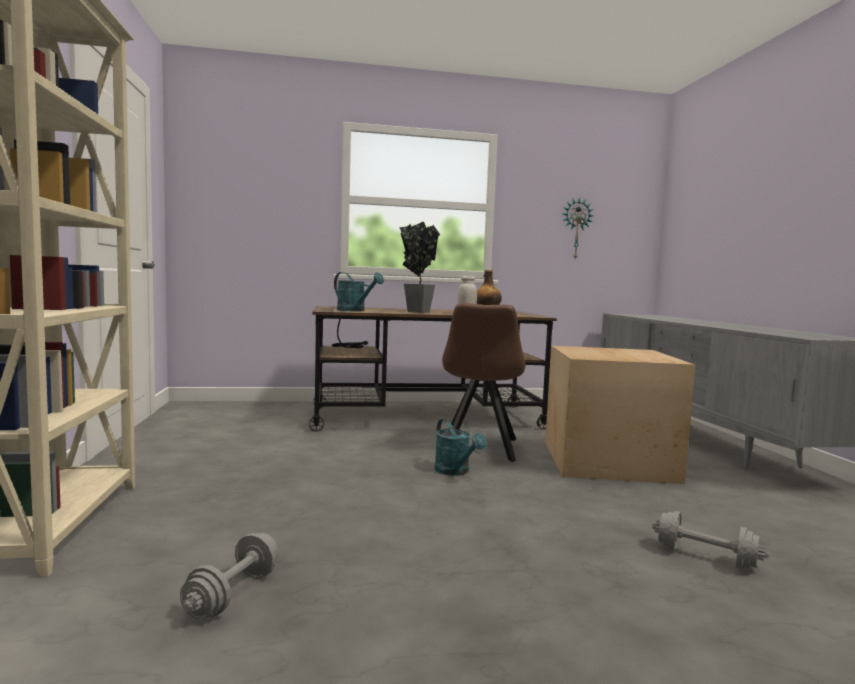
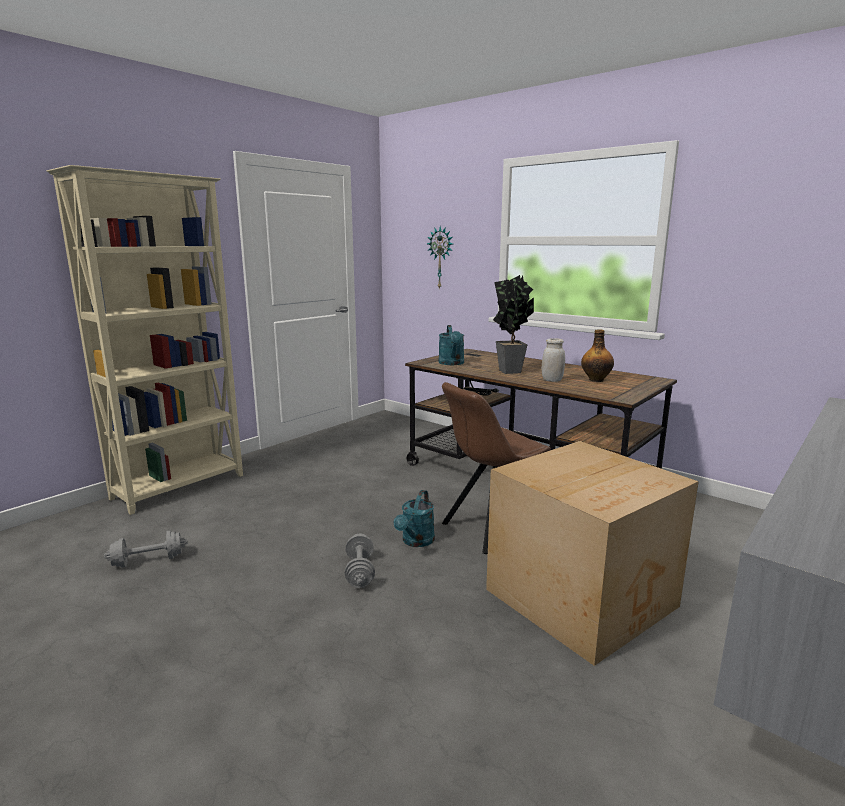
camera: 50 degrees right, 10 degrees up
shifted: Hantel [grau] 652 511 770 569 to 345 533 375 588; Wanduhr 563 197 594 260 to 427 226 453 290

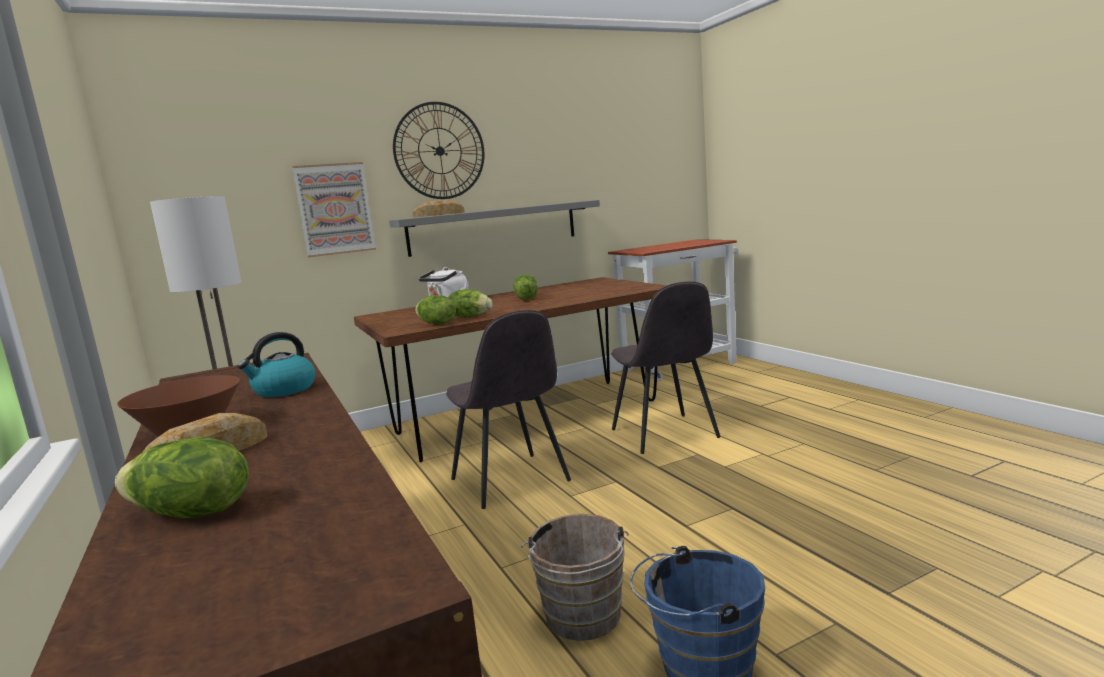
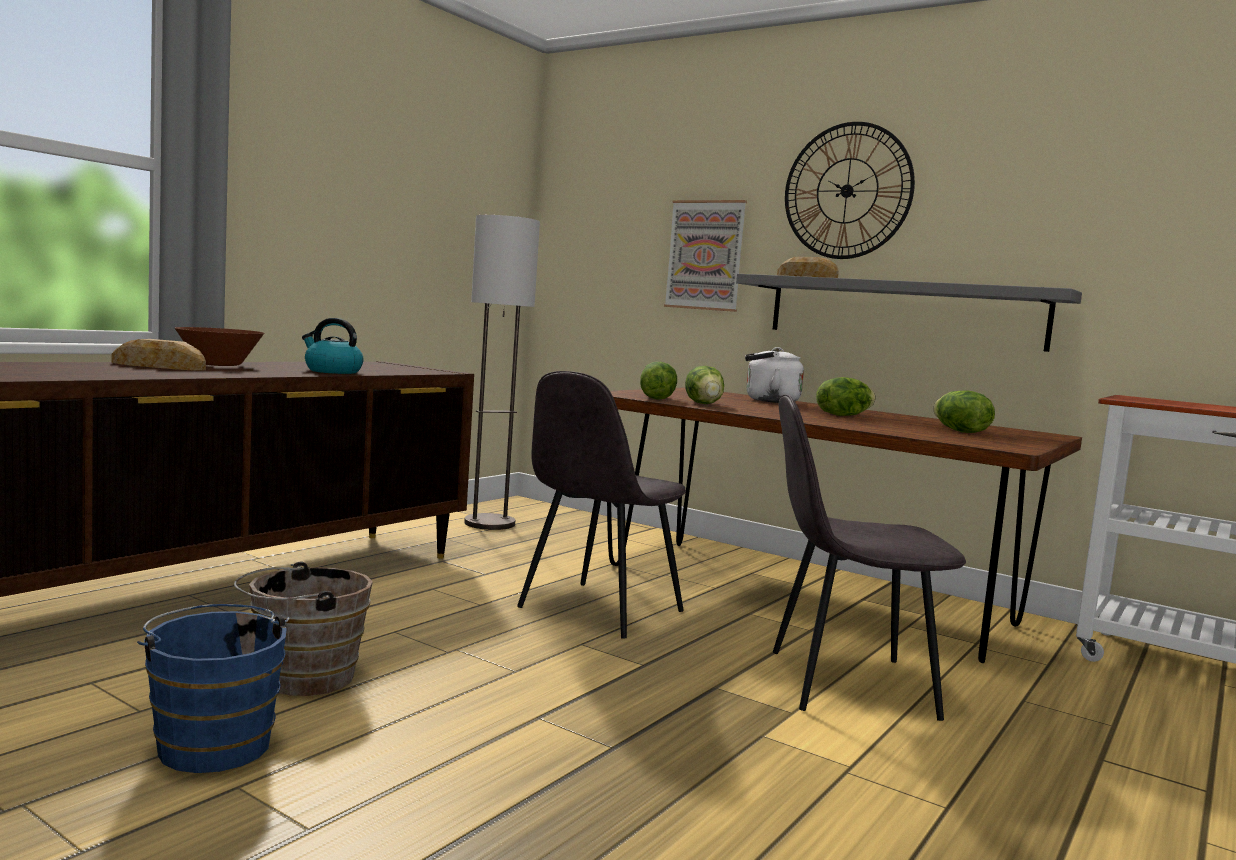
camera: 60 degrees right, 5 degrees down
shifted: Salatkopf 115 437 249 518 to 933 390 995 433
rotated: Stuhl [grau] 611 281 720 454 = 773 394 966 721 45 degrees clockwise

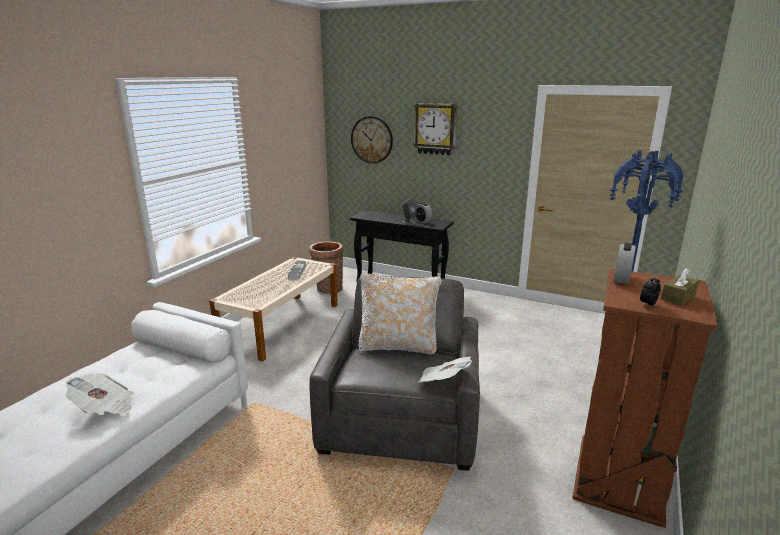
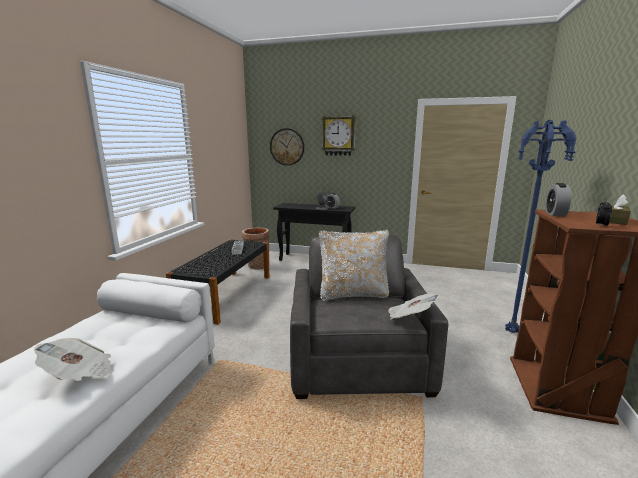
camera: 10 degrees left, 5 degrees down
repainted: Bank [beige] 209 257 338 362 to Bank [schwarz] 166 239 270 325

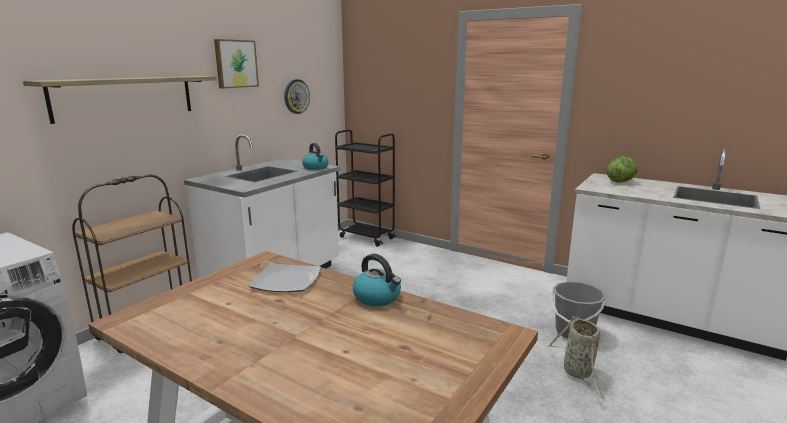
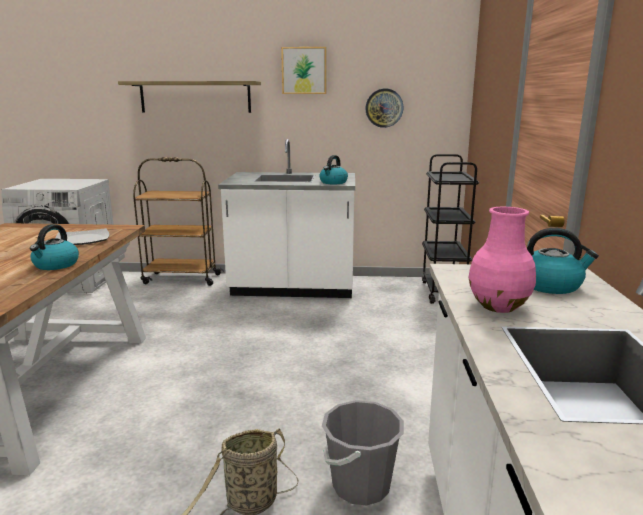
camera: 60 degrees right, 0 degrees up
new: Vase [rosa] 469 207 536 313
swapped: Salatkopf 606 156 637 183 to Wasserkessel 527 228 599 294

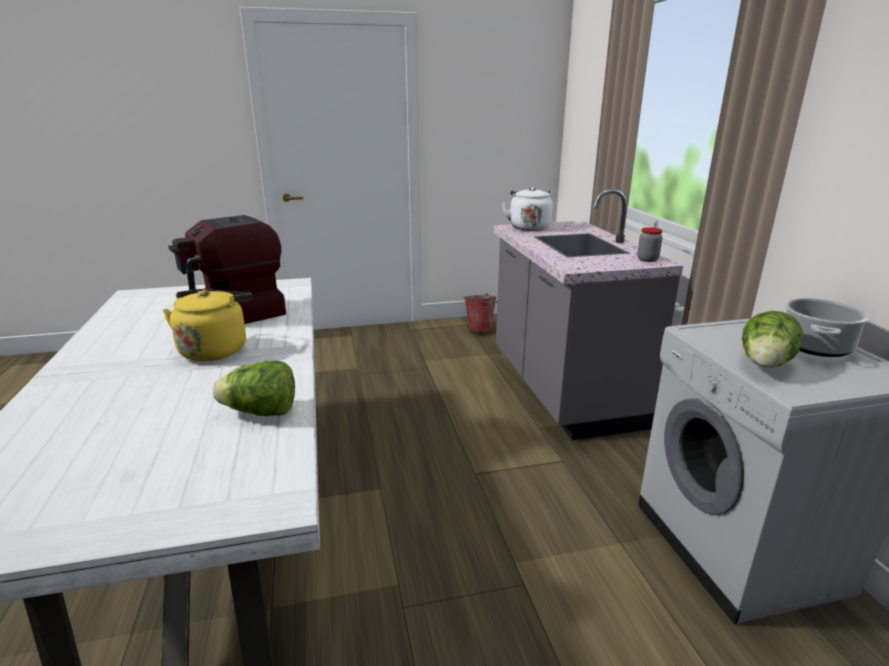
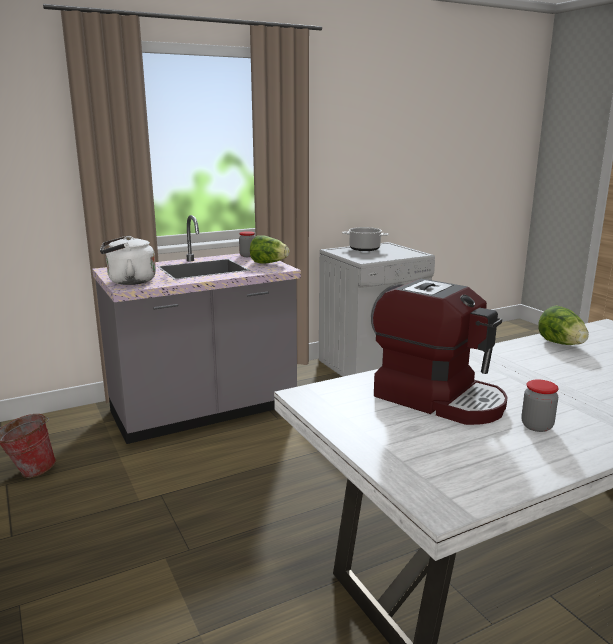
camera: 105 degrees left, 5 degrees down
gone: Wasserkessel [gelb] 163 289 252 361
new: Vorratsglas 521 380 558 432
shifted: Salatkopf 742 311 803 368 to 250 235 290 264

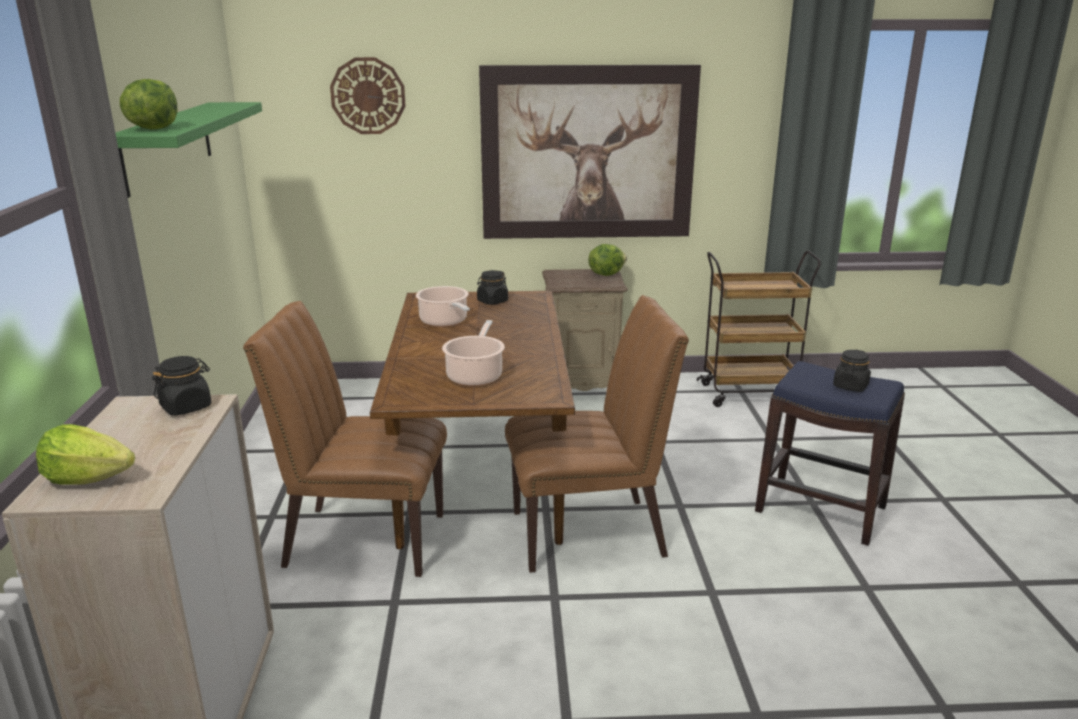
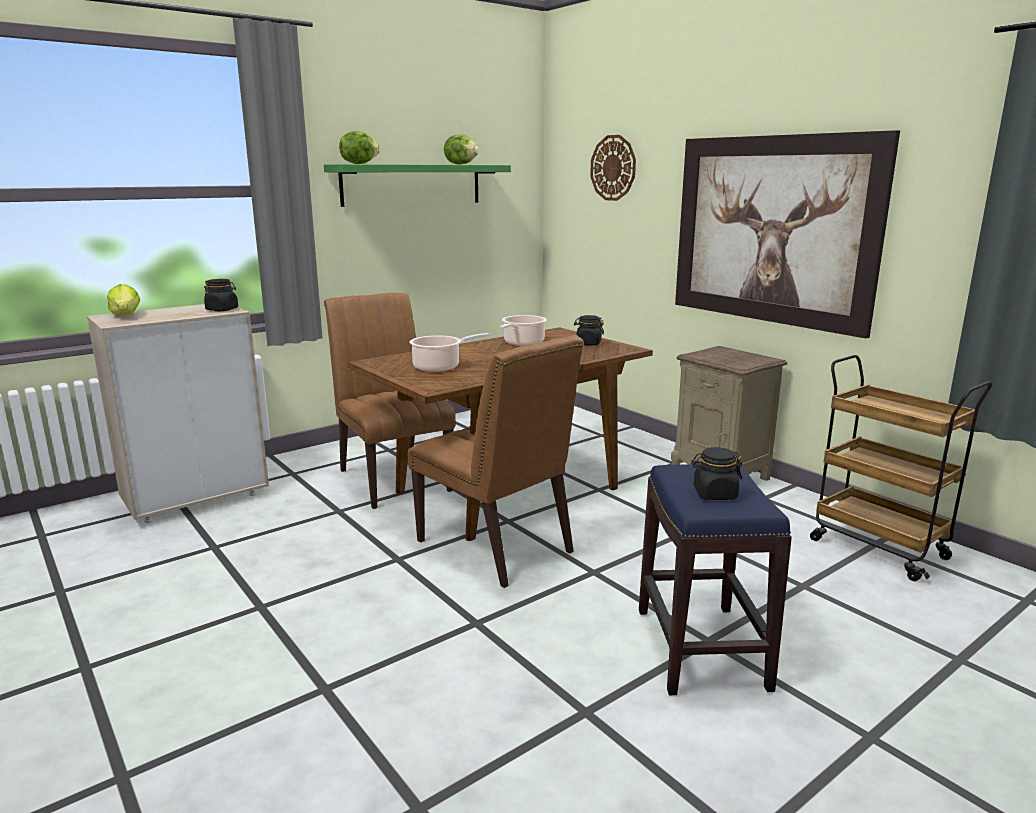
camera: 55 degrees right, 5 degrees down
shifted: Salatkopf 588 244 627 276 to 444 134 479 165

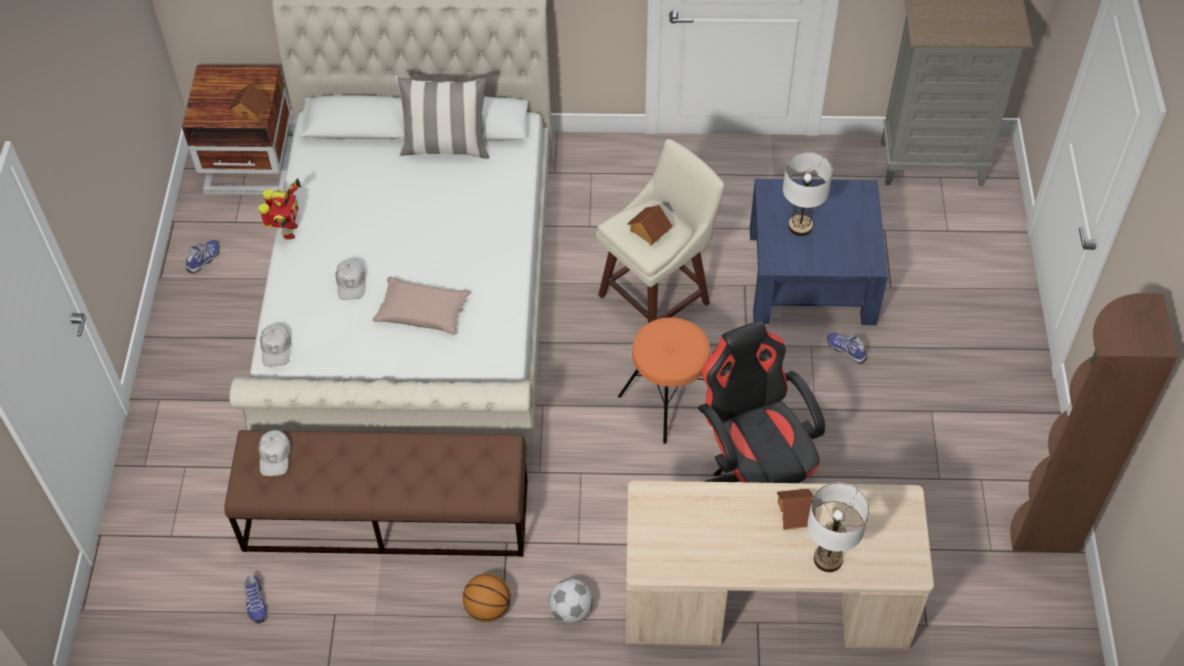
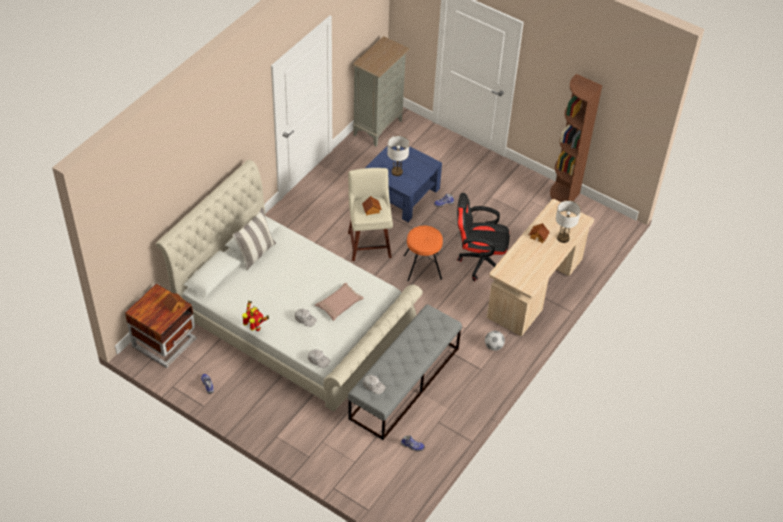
camera: 60 degrees left, 5 degrees down
gone: Basketball 463 573 511 622
repainted: Bank [braun] 224 430 528 557 to Bank [grau] 348 304 462 440

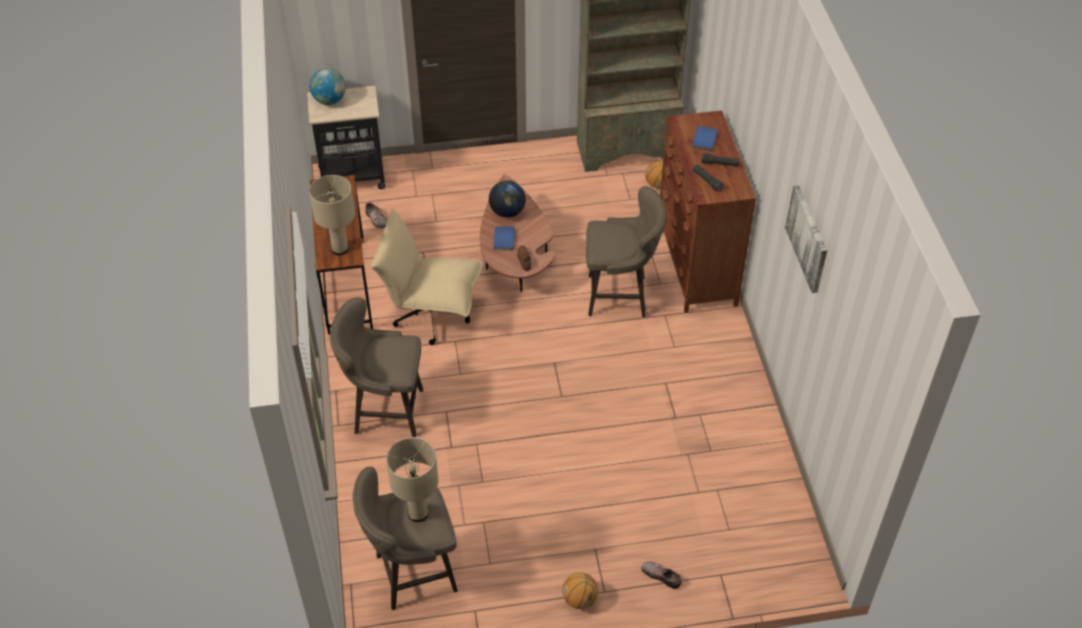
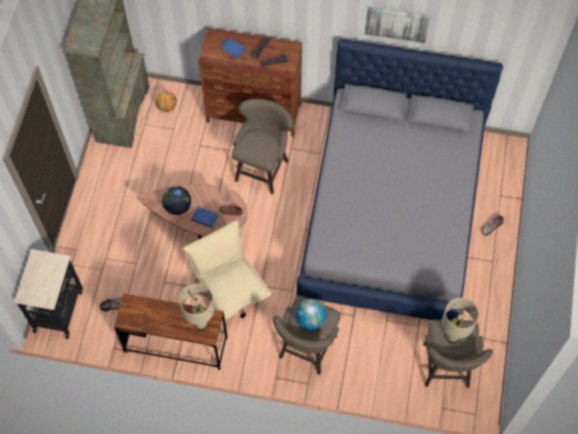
camera: 70 degrees left, 15 degrees up
gone: Basketball 562 572 598 609
new: Bett [grau] 297 38 503 320
shifted: Globus 309 68 346 105 to 296 299 327 330
rotated: Bürostuhl [beige] 371 209 483 345 = 182 220 272 321 120 degrees clockwise

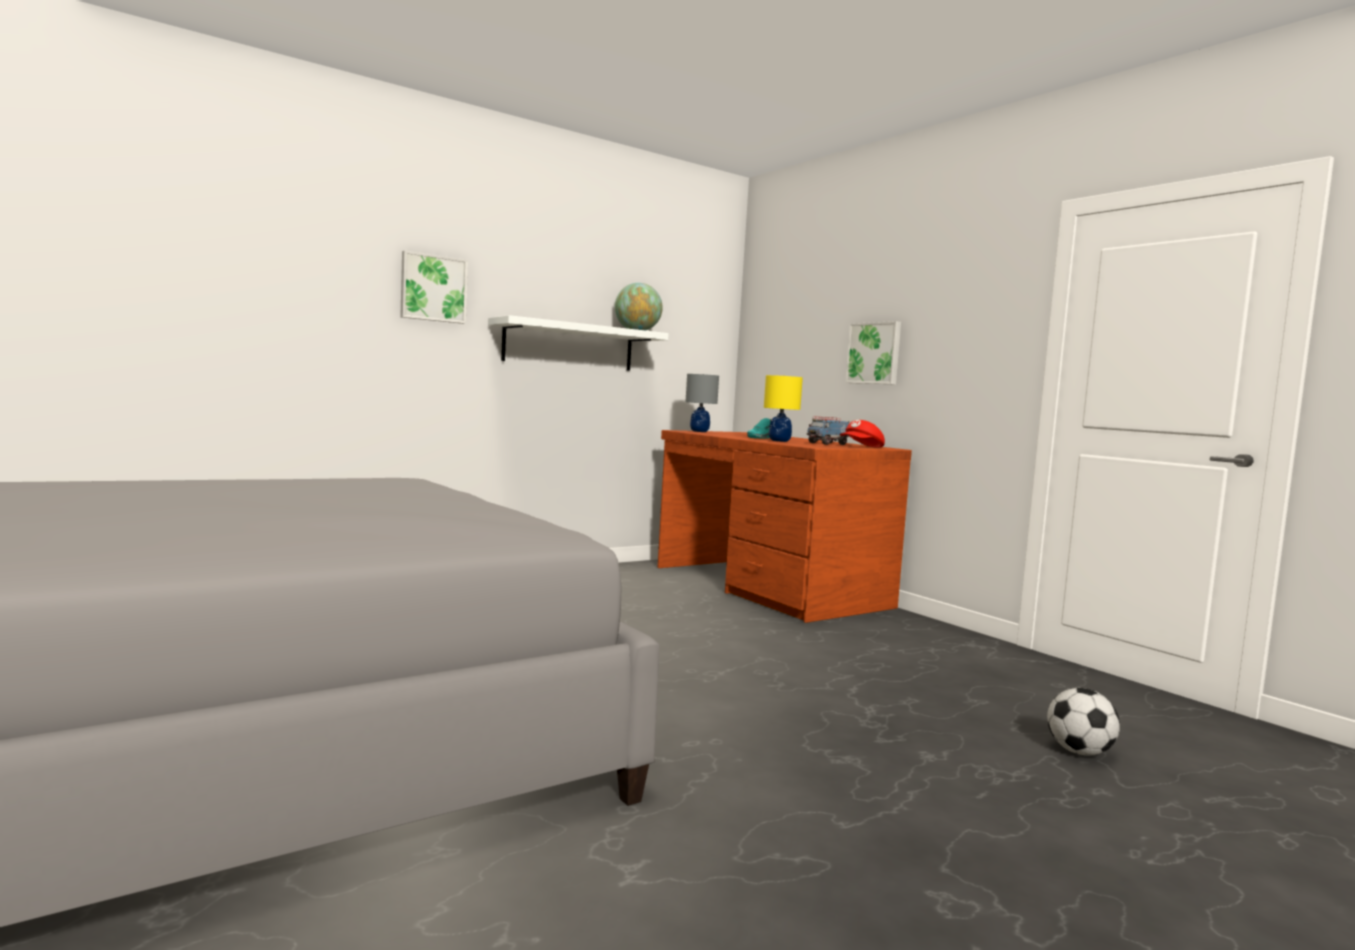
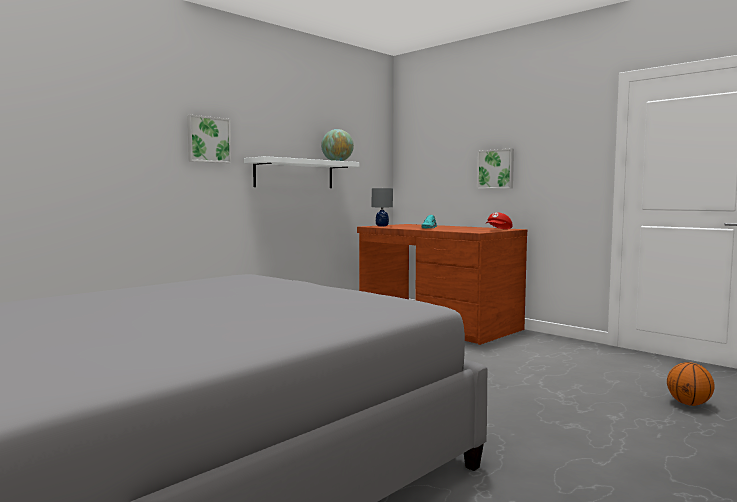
camera: 10 degrees left, 0 degrees up
gone: Tischlampe [gelb] 764 375 803 442; Spielzeuglaster 807 417 850 445
swapped: Fußball 1047 688 1120 755 to Basketball 667 362 715 406

